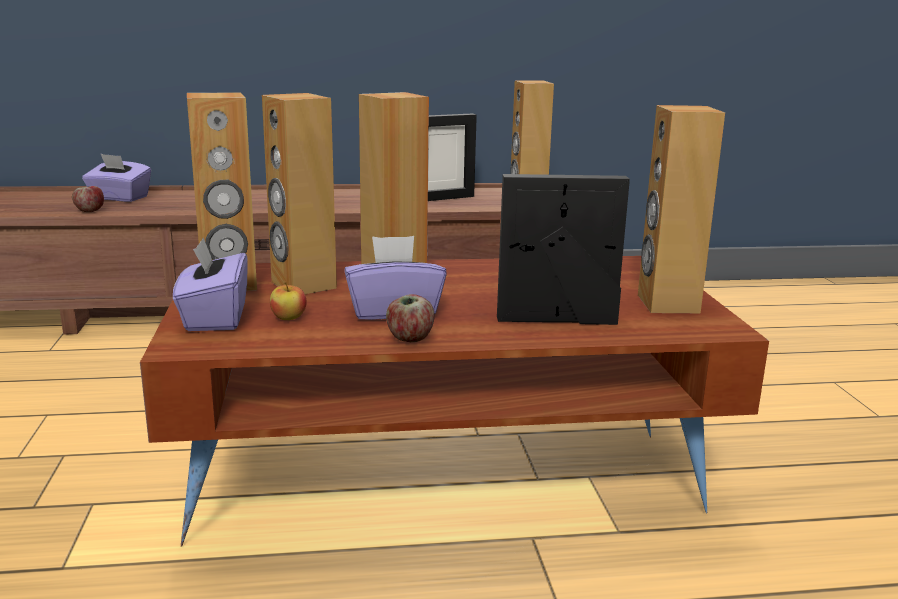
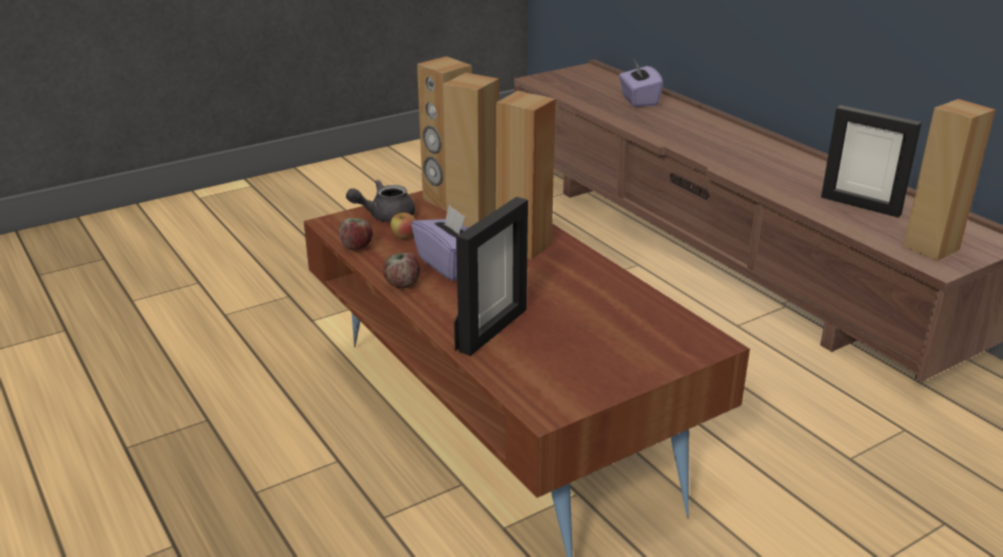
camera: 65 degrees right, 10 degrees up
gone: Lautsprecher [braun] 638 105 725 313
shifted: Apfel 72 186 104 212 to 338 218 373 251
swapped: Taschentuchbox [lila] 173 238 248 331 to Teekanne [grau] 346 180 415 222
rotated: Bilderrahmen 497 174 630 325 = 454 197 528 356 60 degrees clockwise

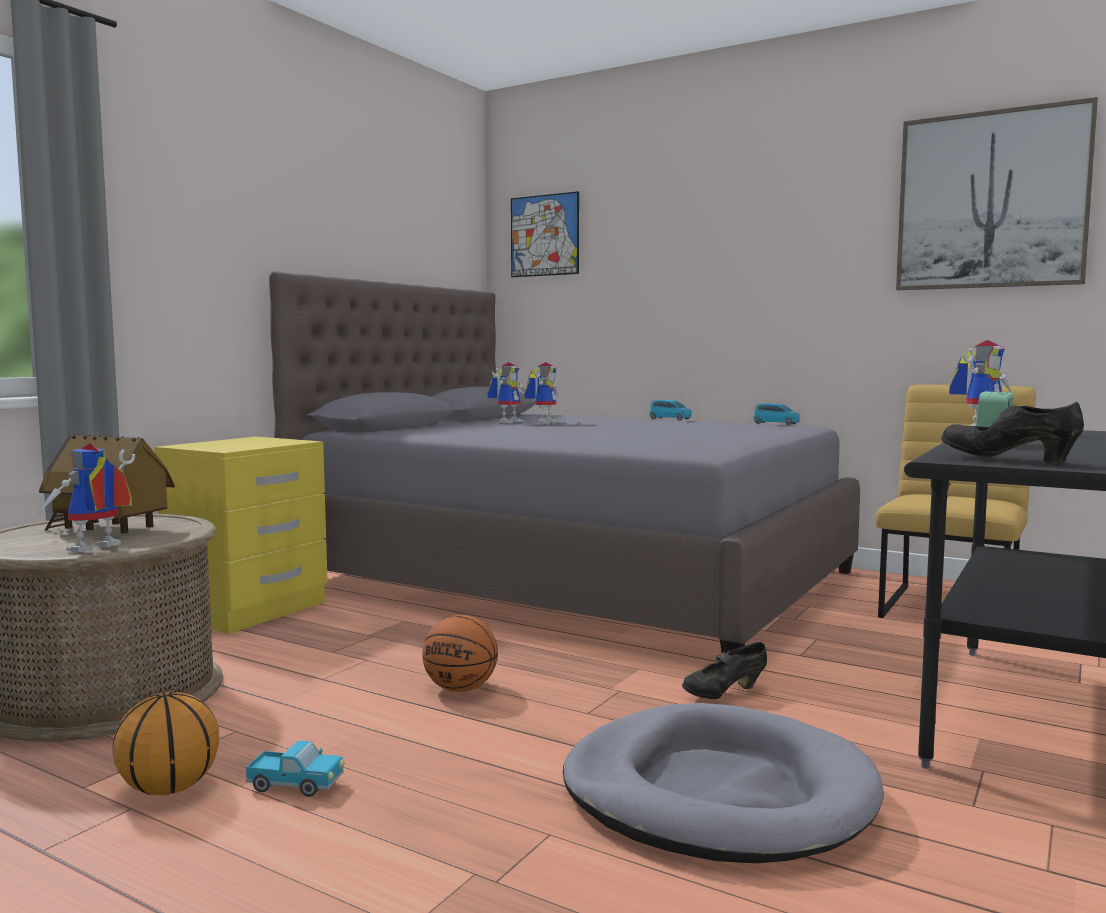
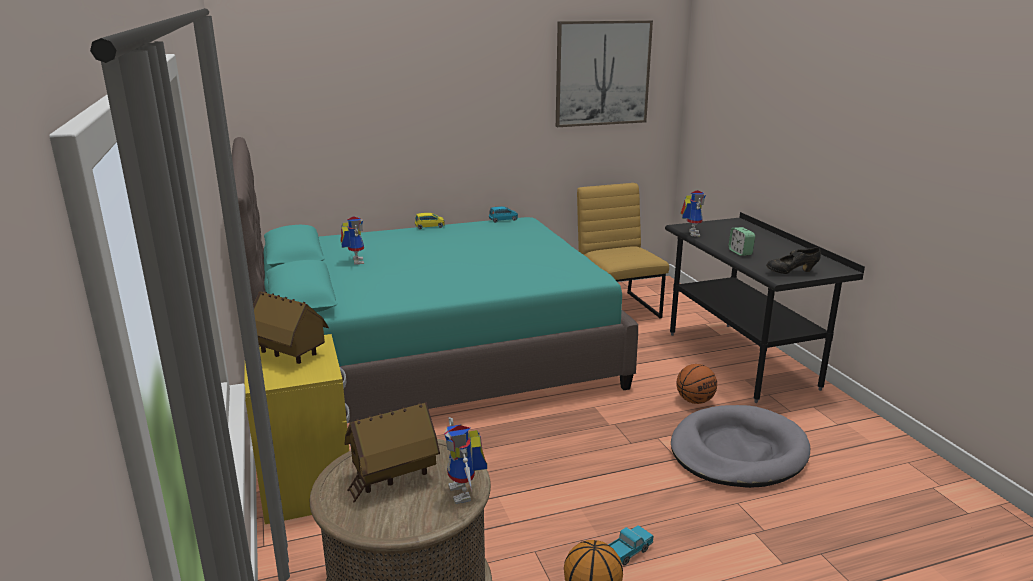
camera: 50 degrees left, 15 degrees up
gone: Bild 511 191 579 277; Spielzeugroboter 525 362 558 424; Schuh [schwarz] 682 642 767 699
new: Spielzeughaus 253 291 329 364
shifted: Basketball 422 615 498 692 to 676 364 717 404
repainted: Bett [grau] 269 271 860 654 to Bett [türkis] 232 137 638 423; Spielzeugauto [blau] 649 400 692 421 to Spielzeugauto [gelb] 415 213 445 229

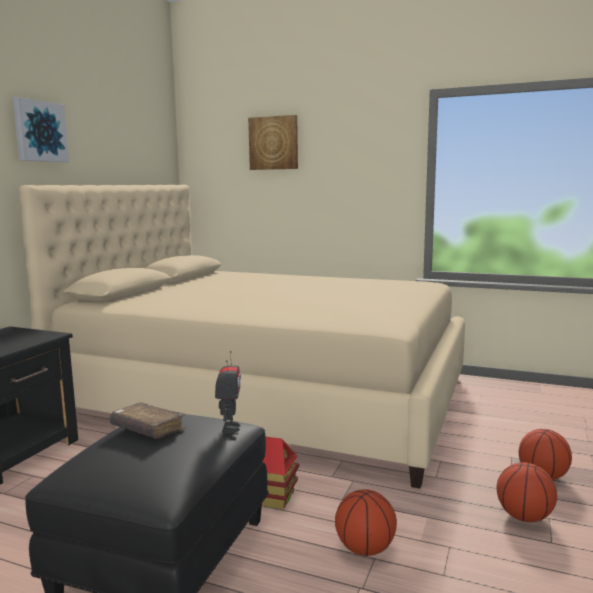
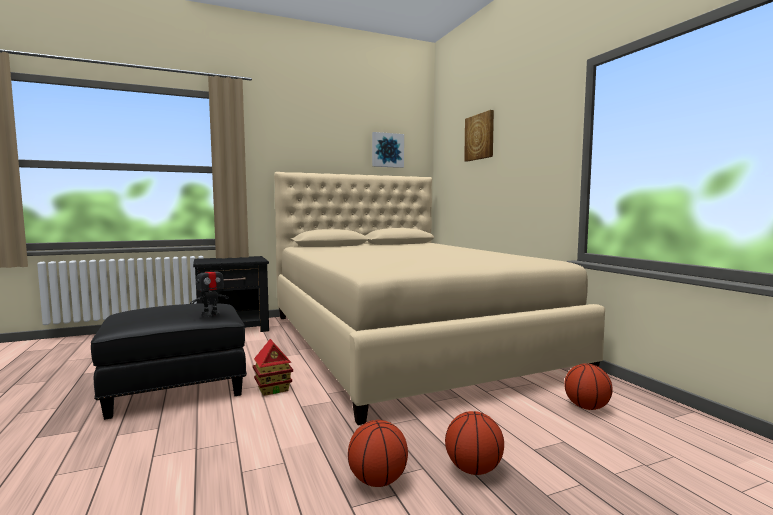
camera: 45 degrees right, 5 degrees down
gone: Buch [braun] 110 402 186 439
shifted: Bild 13 97 69 162 to 372 132 404 168; Basketball 335 489 397 556 to 564 363 613 410

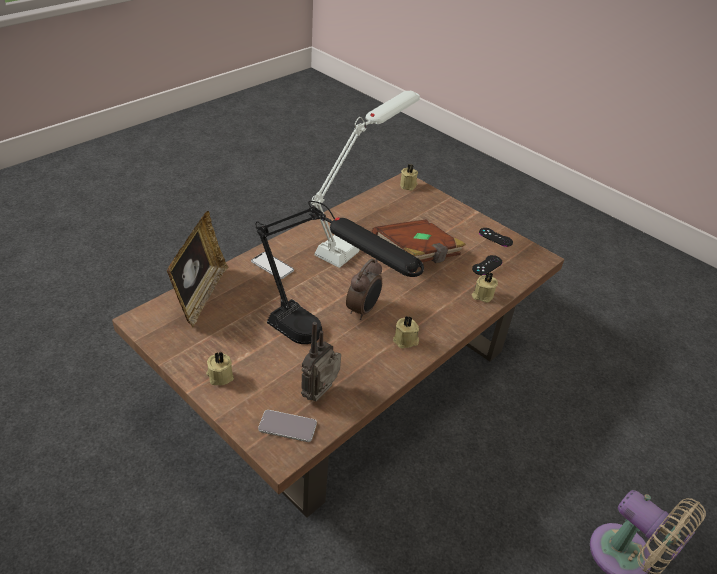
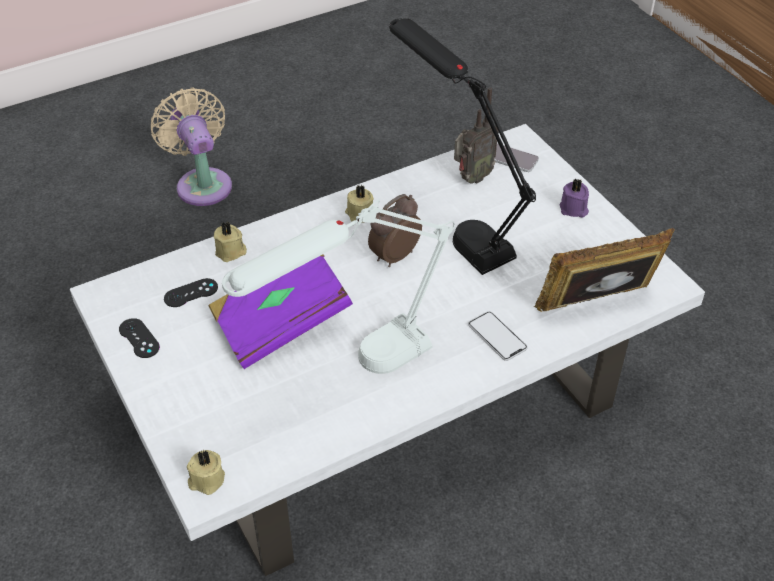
camera: 160 degrees left, 5 degrees up
repainted: Couchtisch [braun] 112 173 564 517 to Couchtisch [weiß] 70 124 705 576; Buch [braun] 372 220 466 263 to Buch [lila] 209 254 353 369; Kerze [beige] 206 351 234 385 to Kerze [lila] 560 178 589 218
rotated: Bilderrahmen 167 211 228 327 = 534 228 675 312 45 degrees clockwise

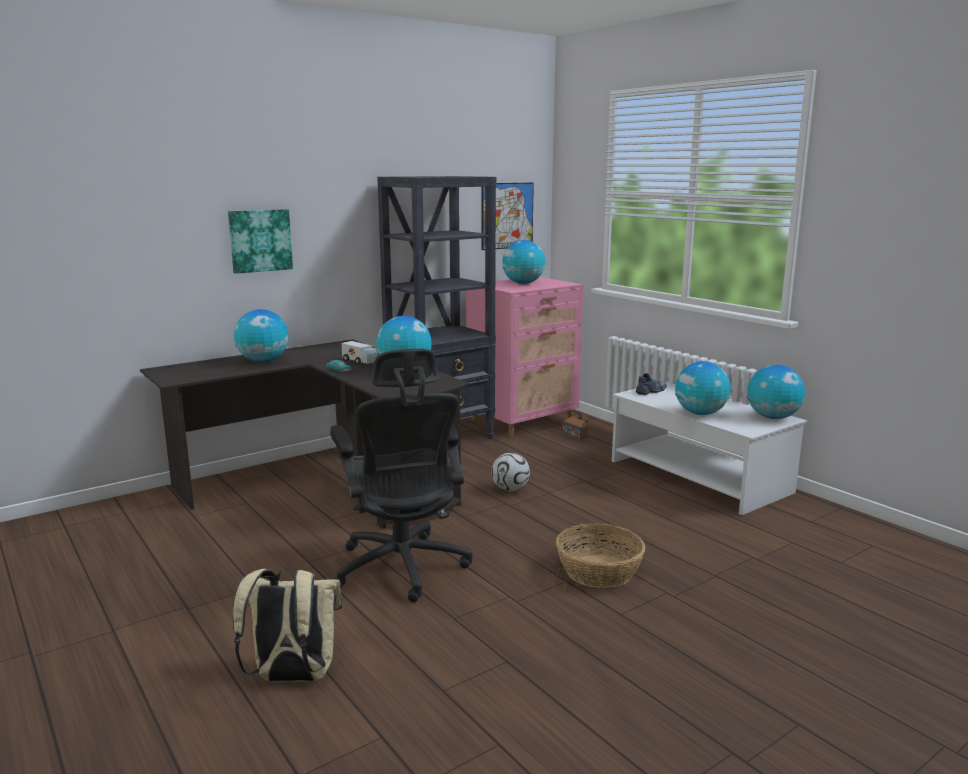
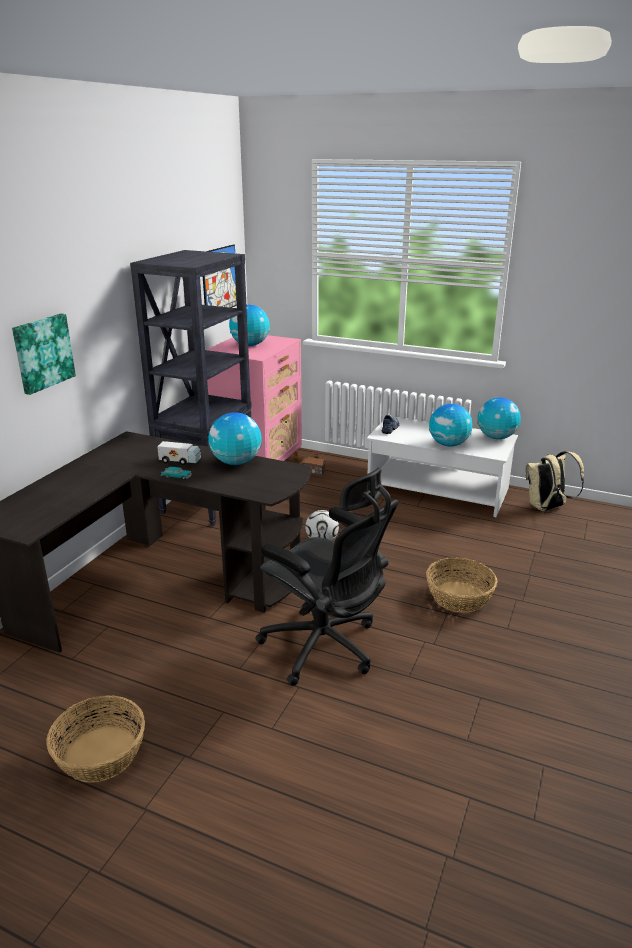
camera: 30 degrees left, 10 degrees up
gone: Globus 234 309 289 362
new: Korb 46 695 145 783
shifted: Rucksack [beige] 233 568 342 682 to 526 451 584 512

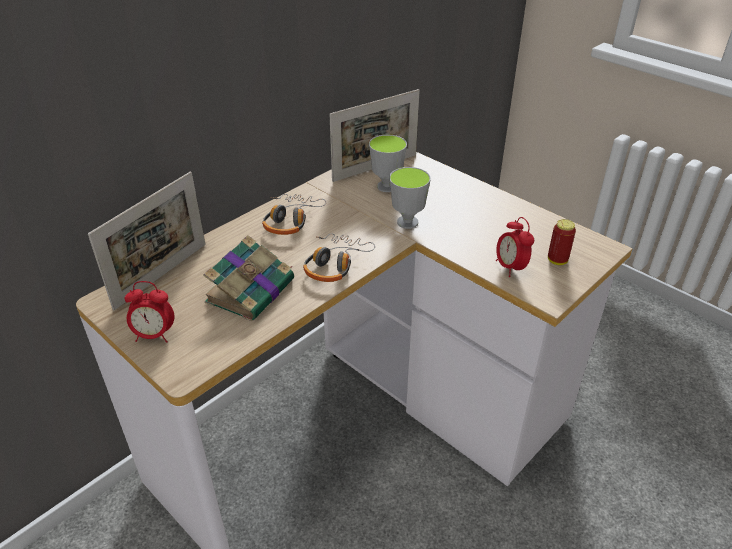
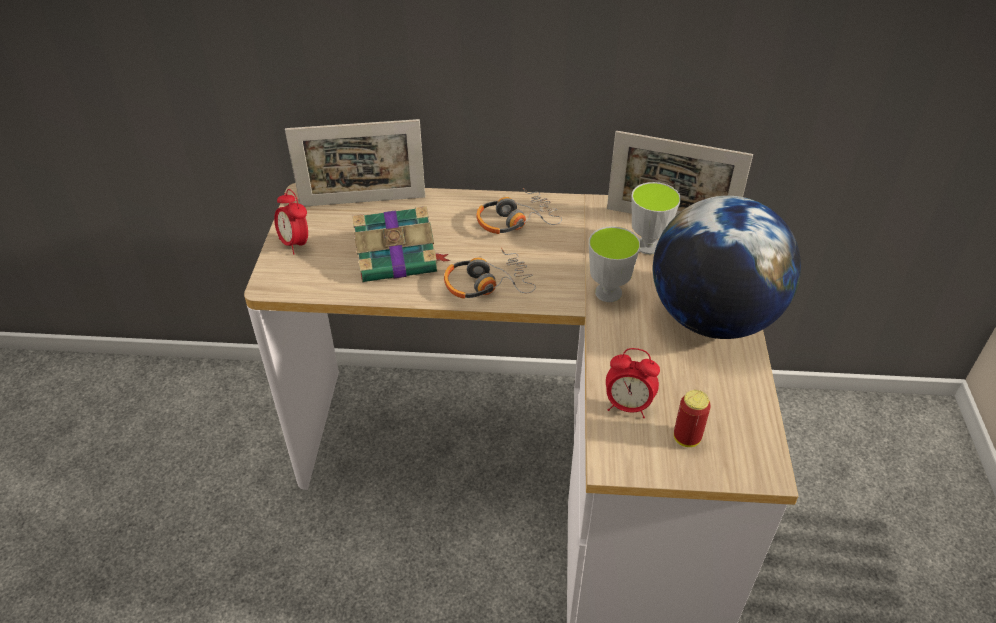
camera: 50 degrees right, 5 degrees up
new: Globus 653 196 801 339
rotated: Wecker 496 217 534 277 = 606 348 660 418 105 degrees counterclockwise

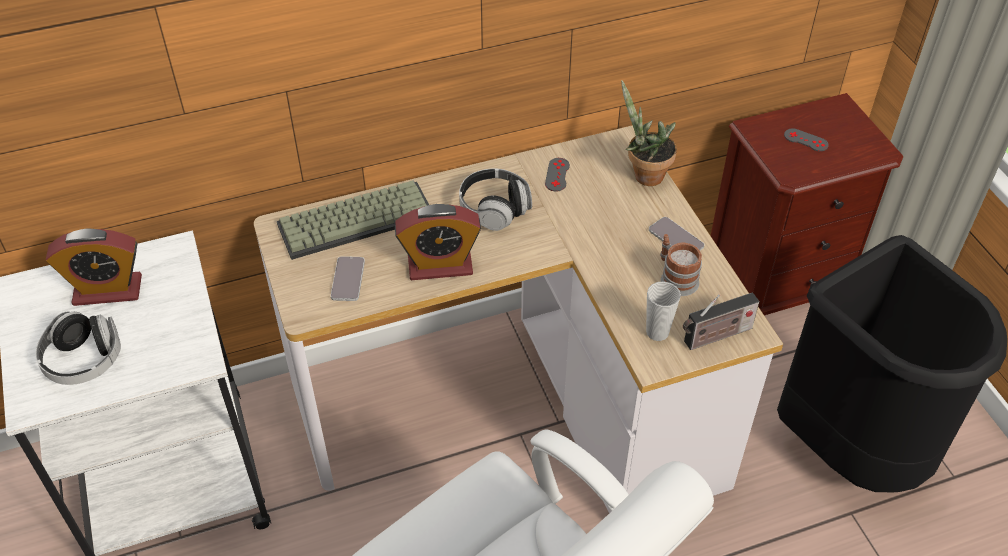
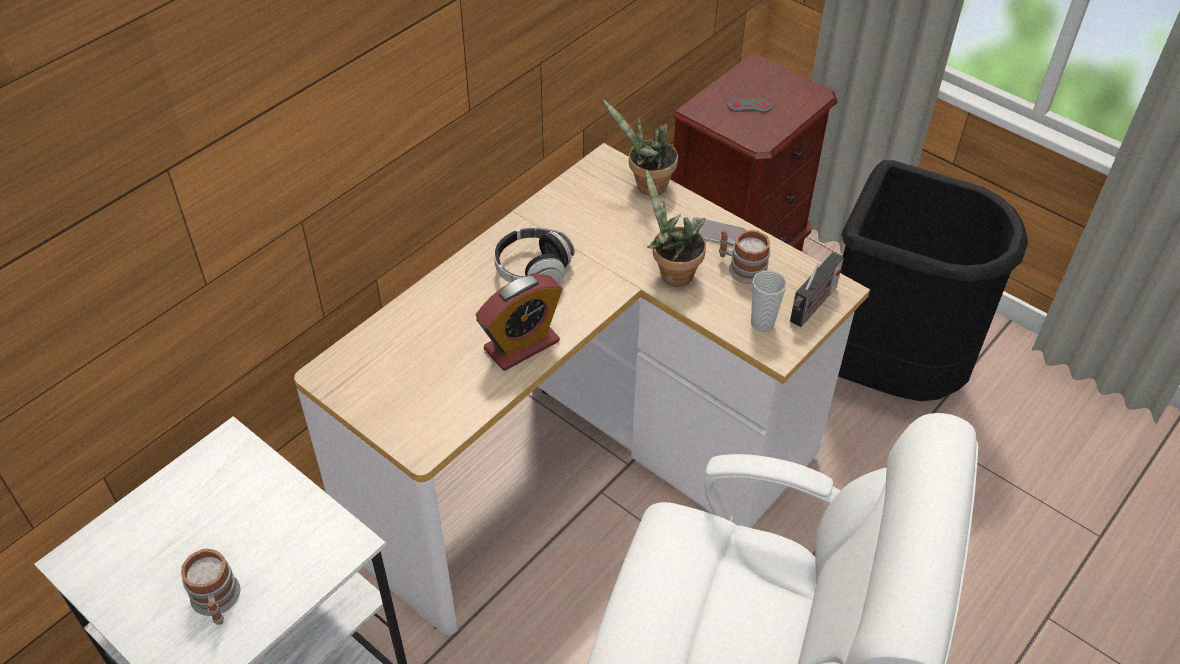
camera: 30 degrees left, 0 degrees up
gone: Wecker 46 229 142 306; Tastatur 277 180 429 260; Handy 331 256 365 301; Gamepad [grau] 545 158 570 192
new: Topfpflanze 646 169 706 287
swapped: Kopfhörer 36 312 121 385 to Henkelbecher 181 548 240 625

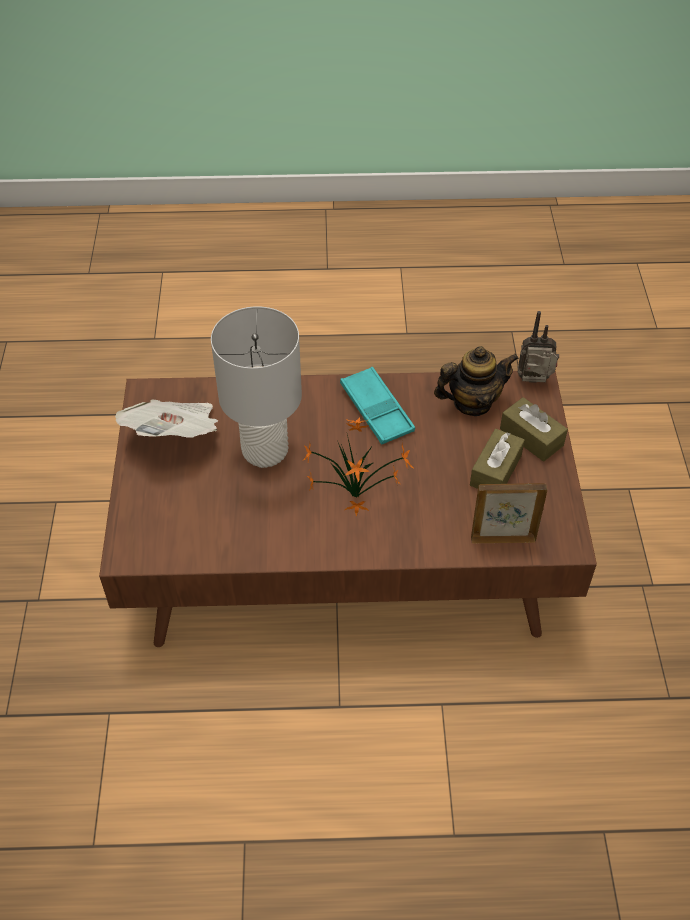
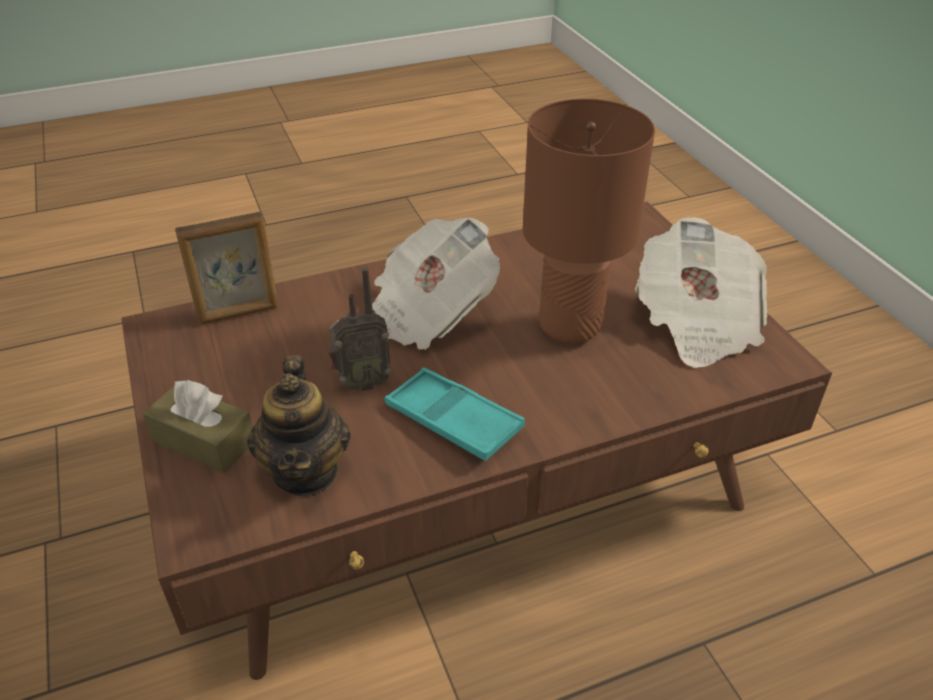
camera: 160 degrees right, 10 degrees down
gone: Taschentuchbox [braun] 470 429 525 489
shifted: Radio 517 311 559 383 to 328 267 392 391
swapped: Topfpflanze 303 417 413 516 to Zeitung 372 218 500 350
repainted: Tischlampe [grau] 211 306 302 468 to Tischlampe [braun] 523 99 655 343
rotated: Teekanne 434 346 519 416 = 247 355 351 496 60 degrees counterclockwise

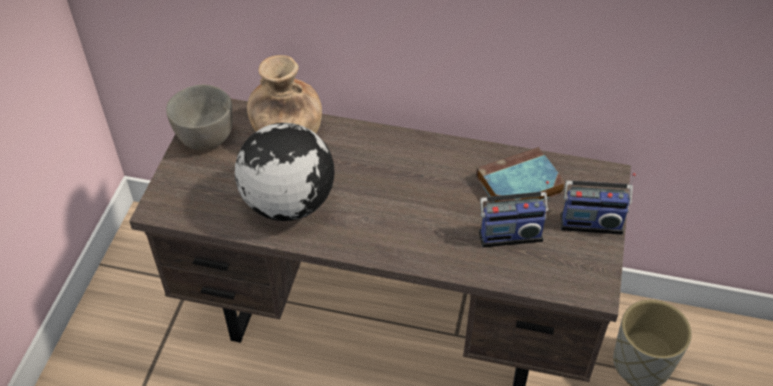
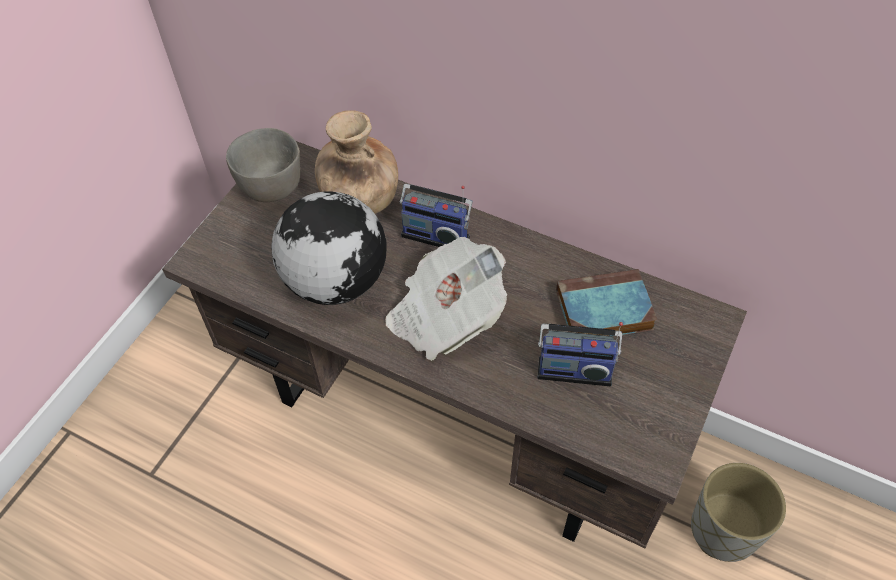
camera: 15 degrees right, 5 degrees up
new: Zeitung 385 237 507 361
shifted: Radio 561 173 636 234 to 400 184 473 247

